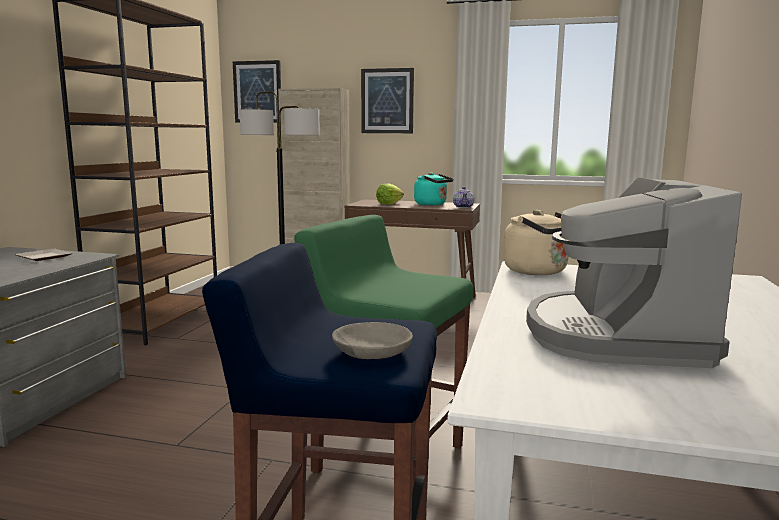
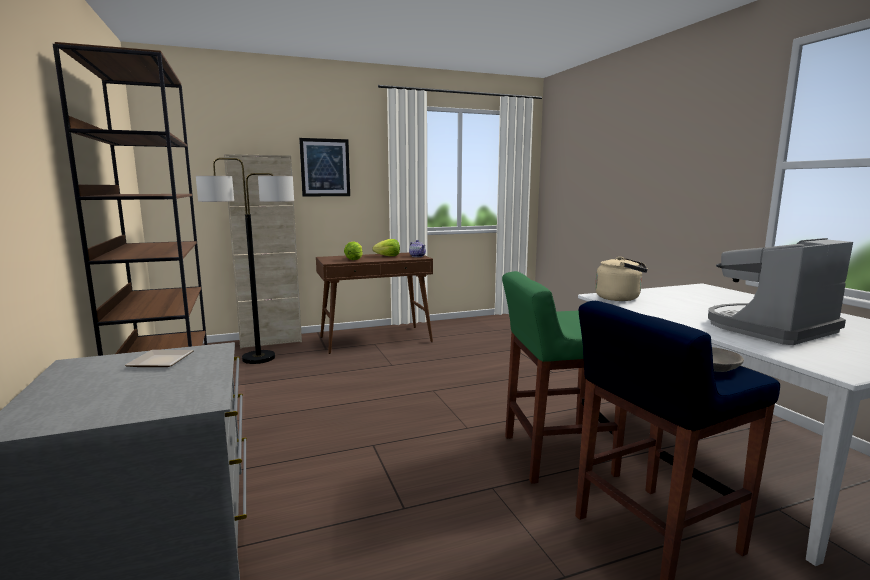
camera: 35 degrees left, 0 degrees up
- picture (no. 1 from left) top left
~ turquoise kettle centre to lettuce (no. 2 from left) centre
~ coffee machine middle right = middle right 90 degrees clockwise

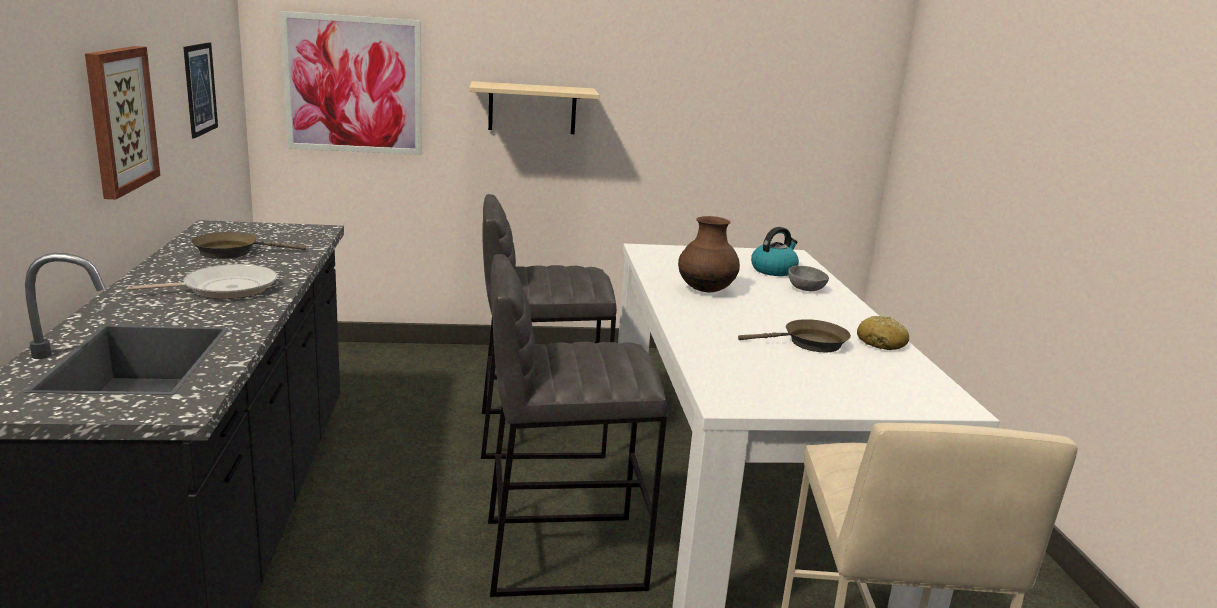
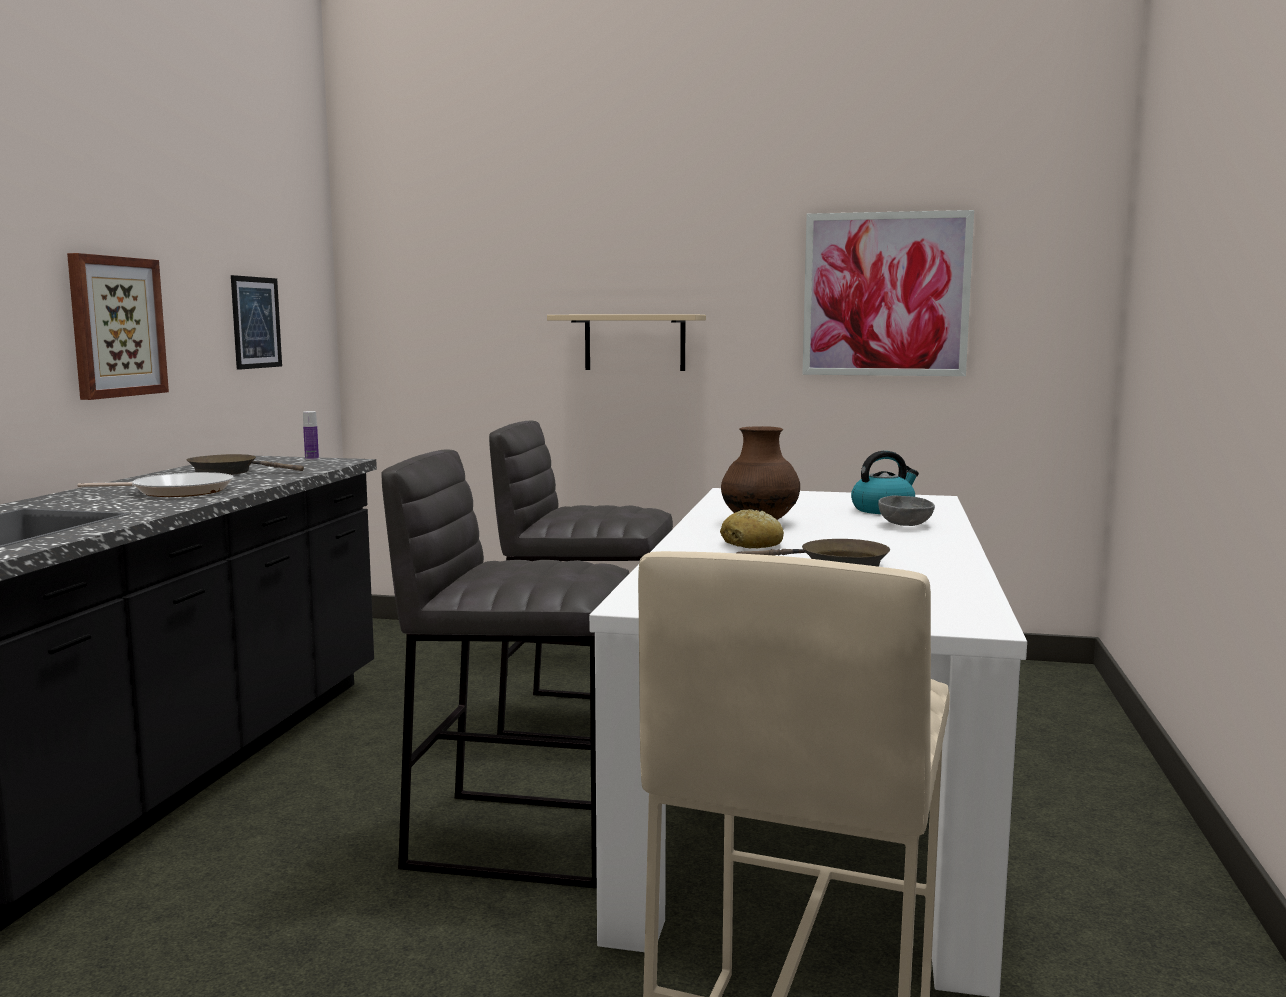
camera: 20 degrees right, 10 degrees down
~ picture (no. 3 from left) top left to top right
~ bread middle right to centre
+ bottle middle left

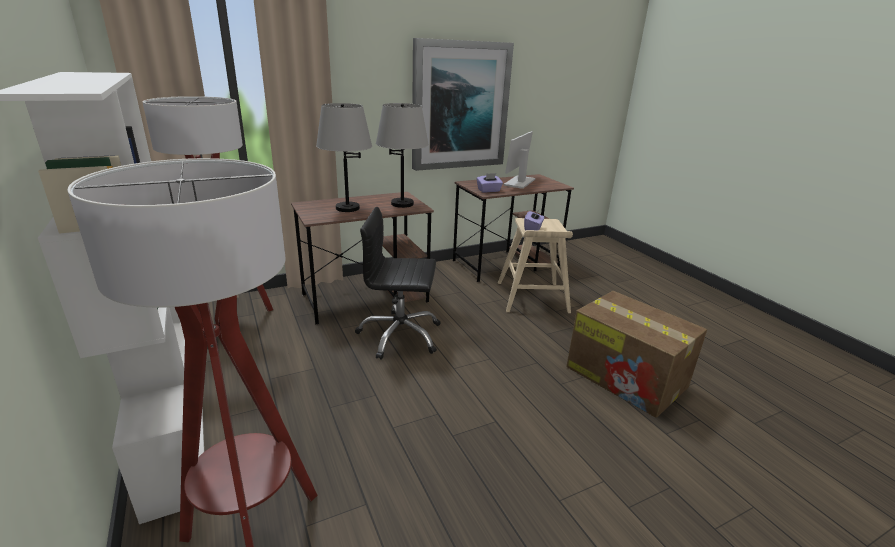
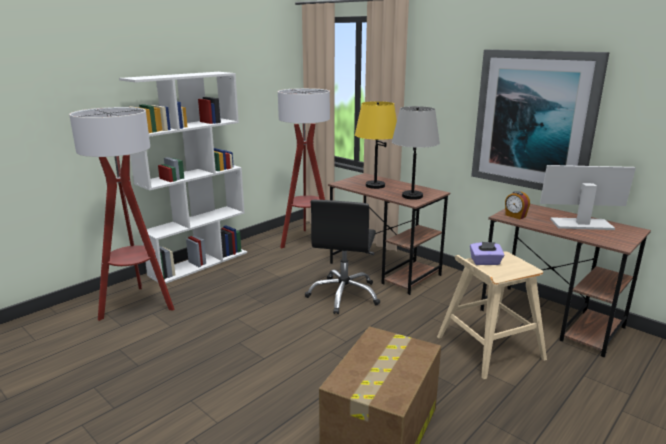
camera: 70 degrees right, 5 degrees down
~ grey table lamp (no. 1 from left) top centre to yellow table lamp top centre
~ purple tissue box (no. 1 from left) centre to alarm clock middle right
~ black office chair centre = centre 150 degrees counterclockwise

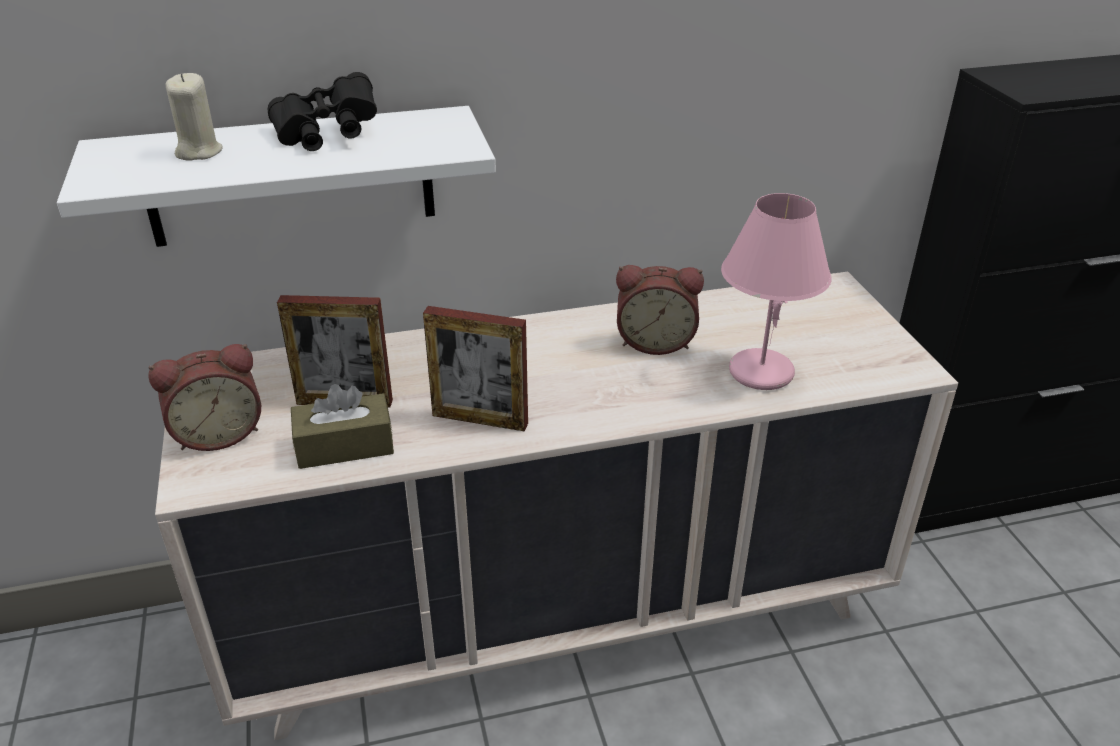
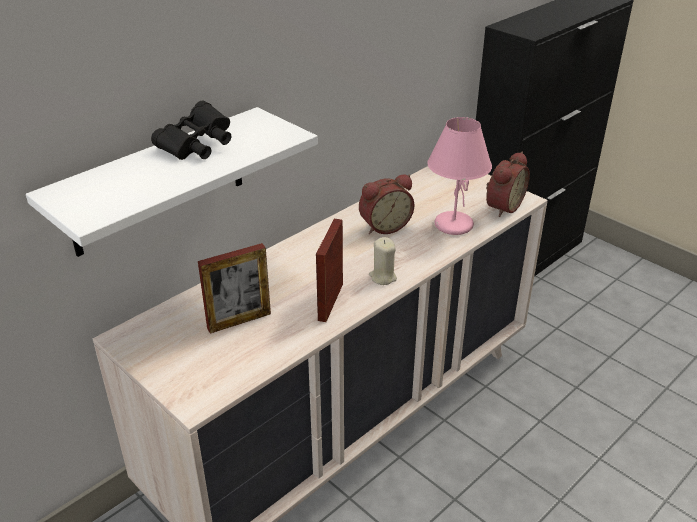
camera: 30 degrees left, 0 degrees up
~ beige candle top left to centre
~ picture frame (no. 2 from left) centre = centre 120 degrees clockwise
~ alarm clock (no. 1 from left in the first image) middle left to alarm clock (no. 2 from left) middle right
- brown tissue box middle left

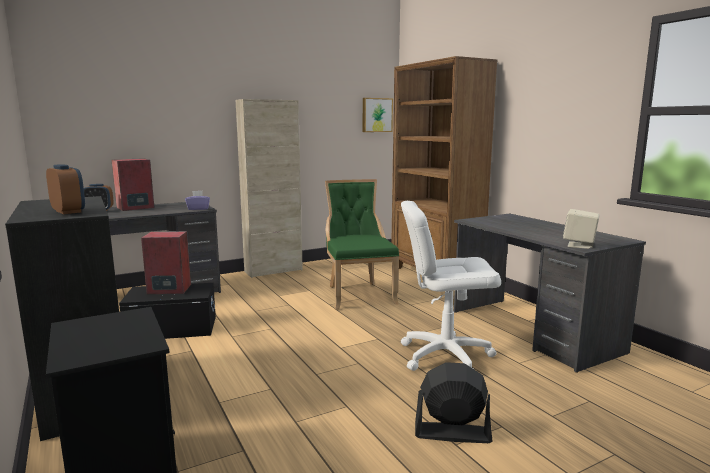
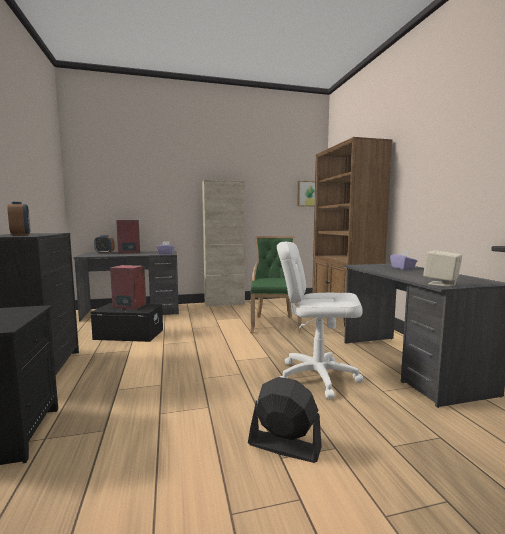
camera: 15 degrees right, 5 degrees down
+ purple tissue box (no. 2 from left) middle right

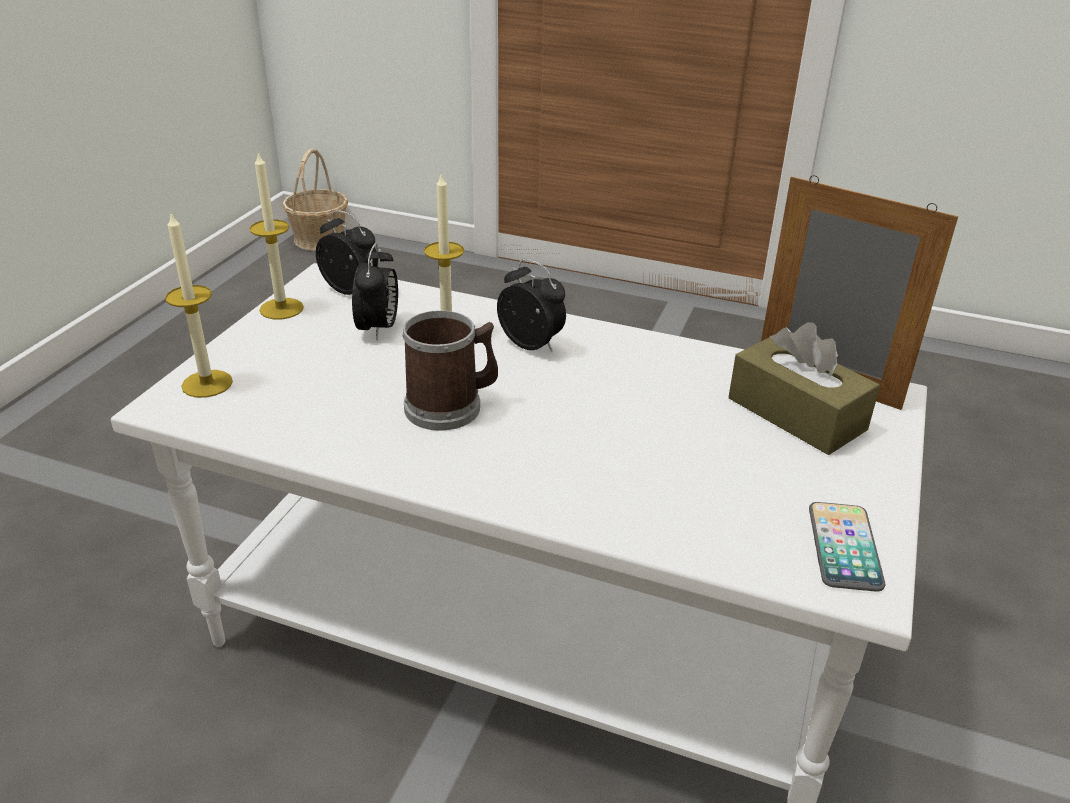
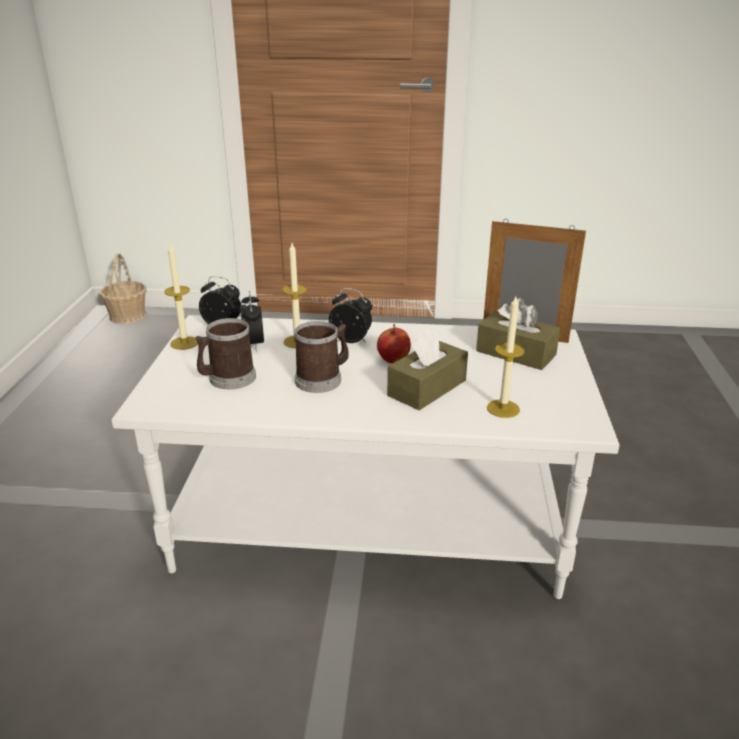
camera: 15 degrees left, 5 degrees down
~ candle (no. 1 from left in the first image) middle left to candle (no. 3 from left) middle right
- phone bottom right
+ mug (no. 1 from left) middle left
+ apple centre
+ brown tissue box (no. 1 from left) centre

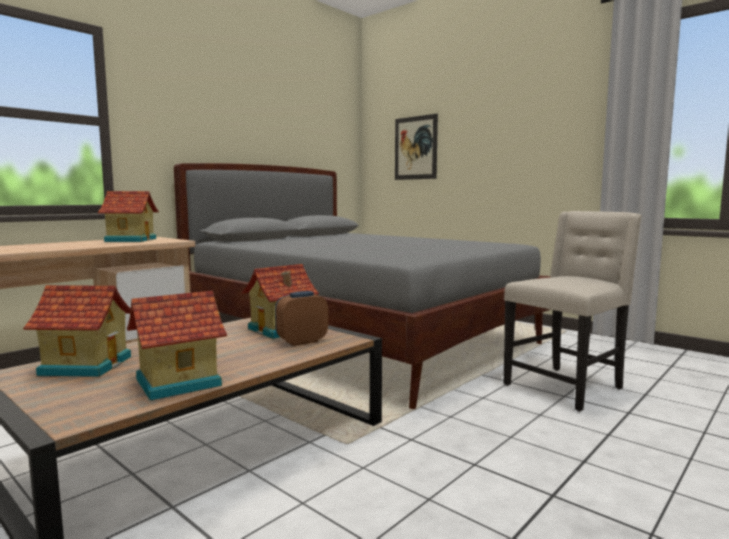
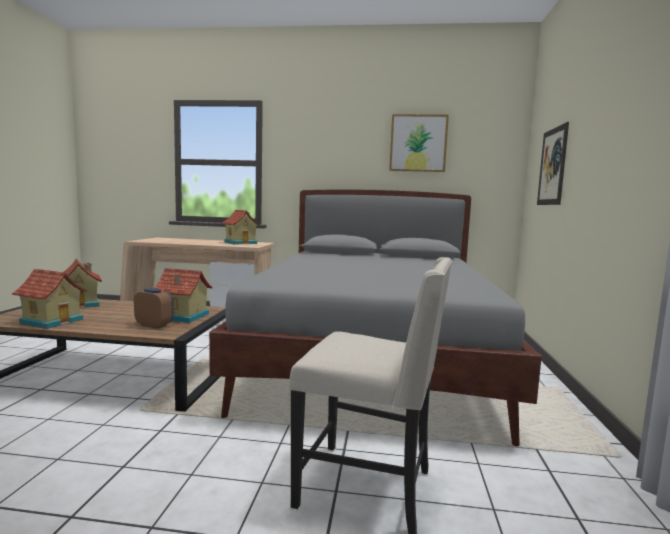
camera: 55 degrees right, 0 degrees up
+ picture (no. 1 from left) top centre

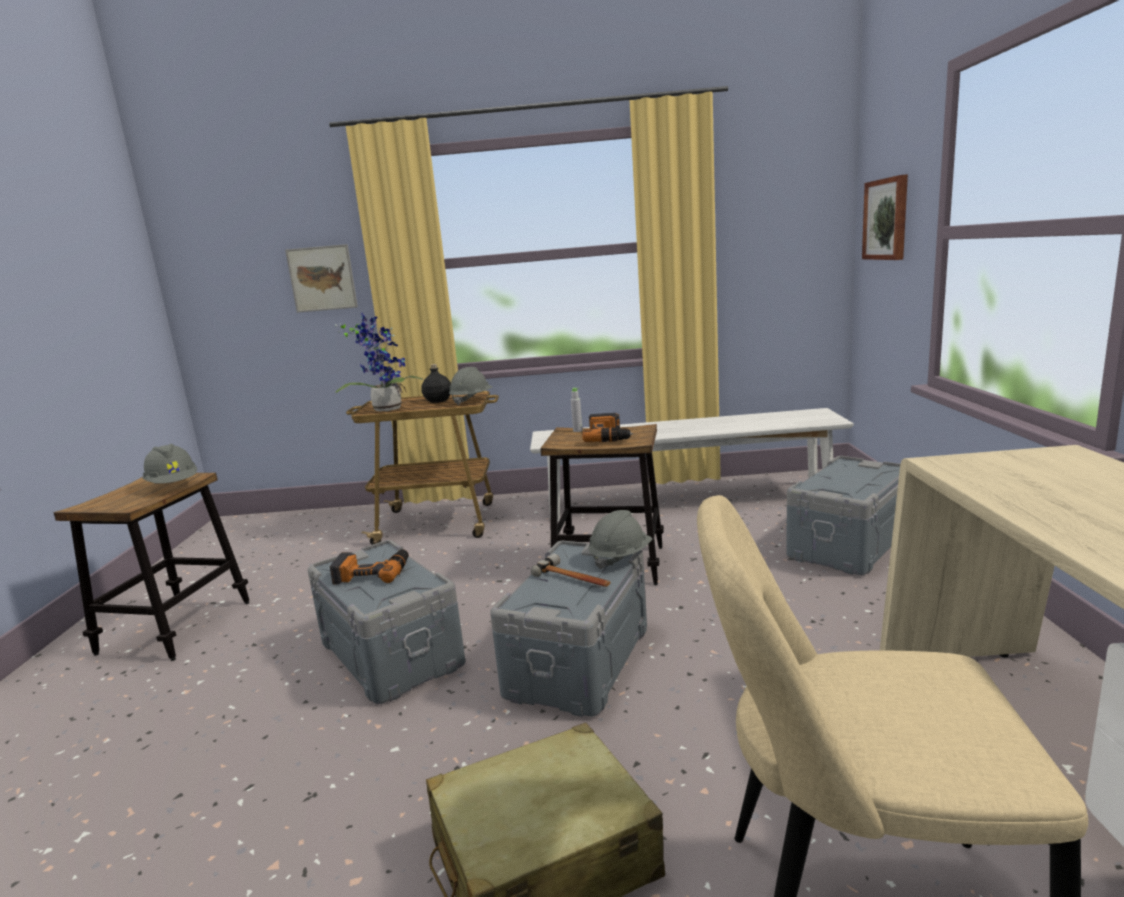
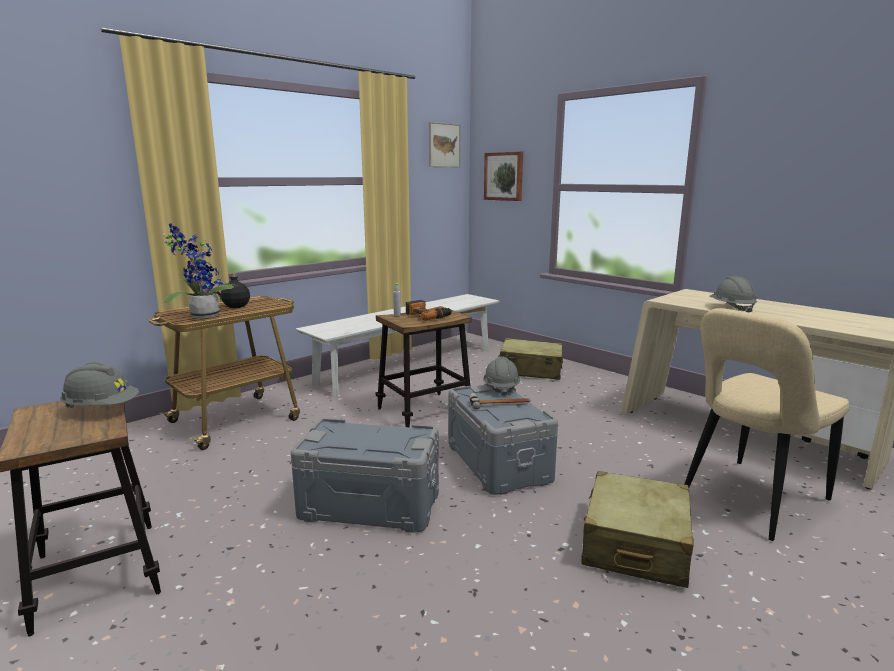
camera: 45 degrees left, 0 degrees up
~ picture (no. 1 from left) top left to top centre
~ grey hard hat (no. 2 from left in the first image) centre to grey hard hat (no. 3 from left) middle right
~ grey storage box (no. 3 from left) middle right to beige suitcase (no. 1 from left) centre
- power drill (no. 1 from left) middle left

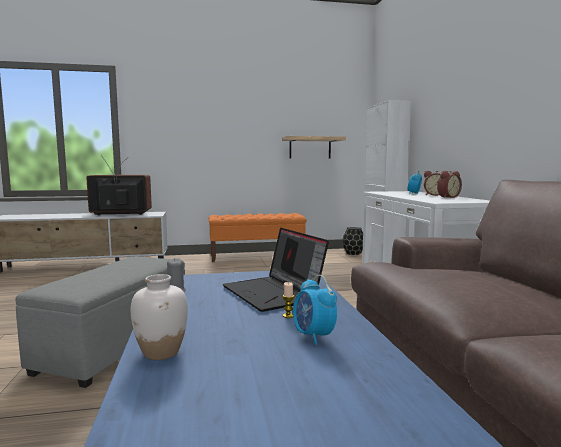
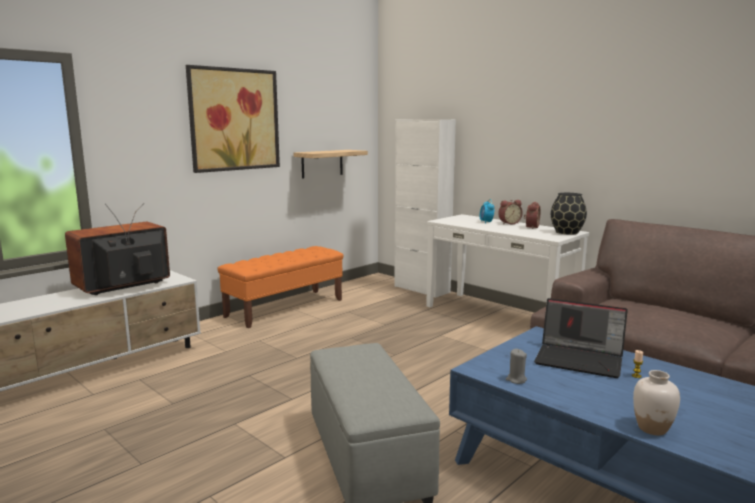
camera: 35 degrees left, 5 degrees up
~ black vase centre to middle right
- alarm clock (no. 1 from left) bottom centre
+ picture top left

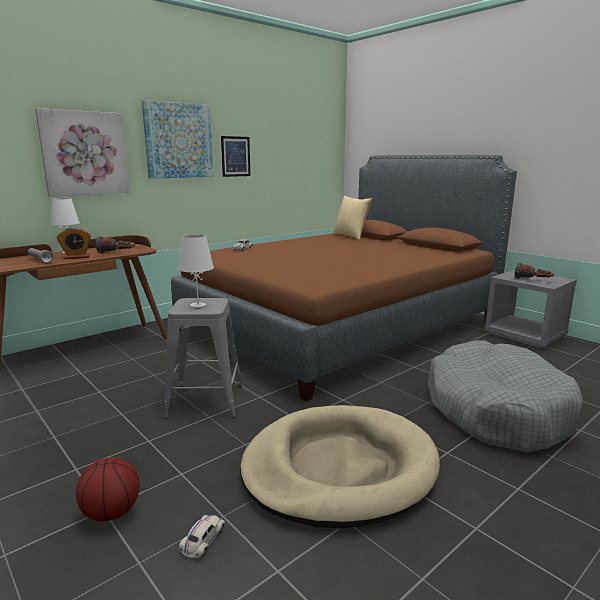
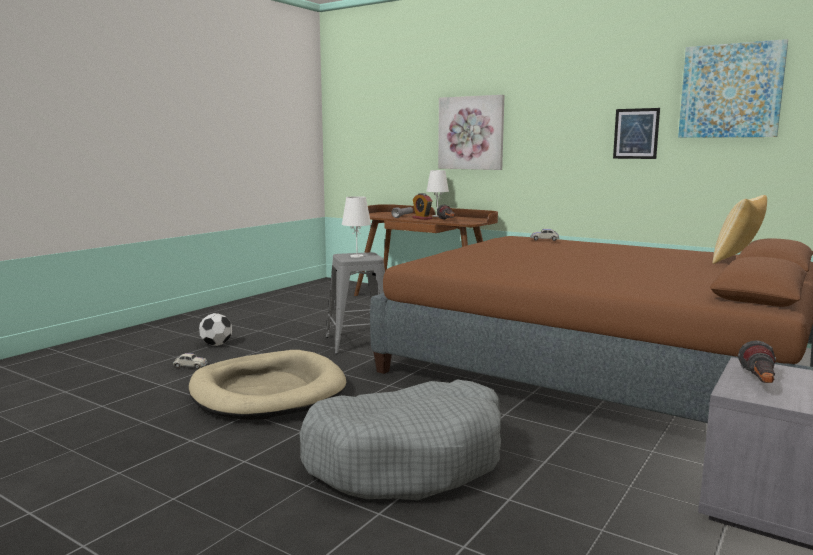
camera: 75 degrees right, 5 degrees down
~ picture (no. 2 from left in the first image) top left to picture (no. 3 from left) top right
~ basketball bottom left to football middle left

